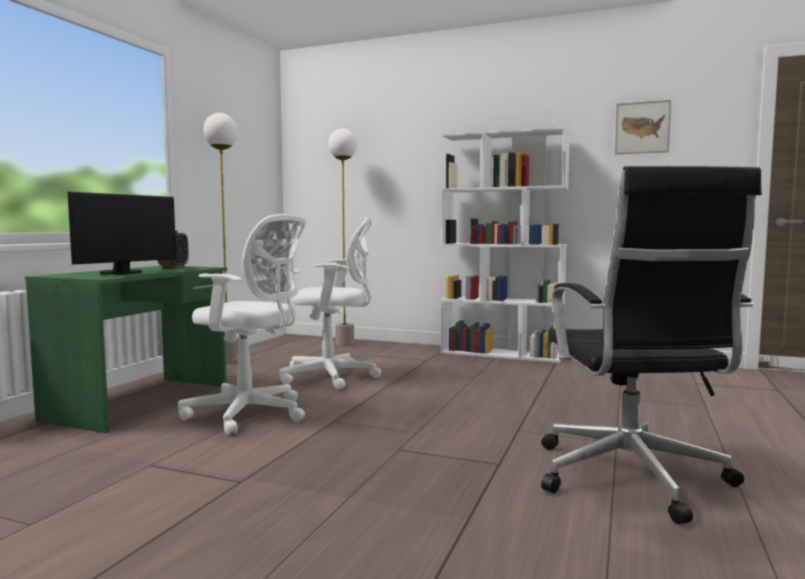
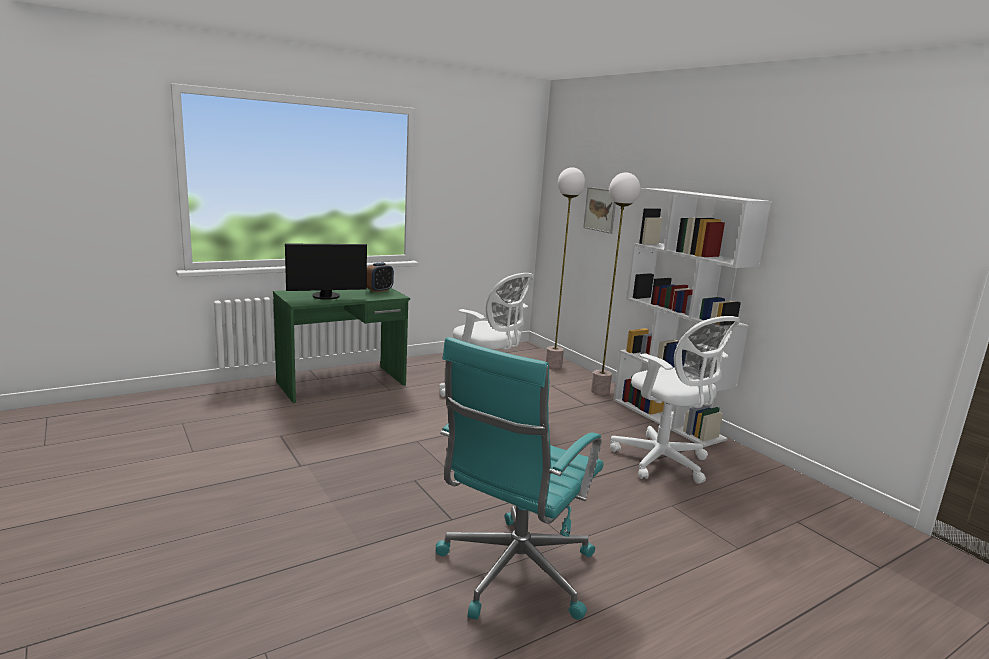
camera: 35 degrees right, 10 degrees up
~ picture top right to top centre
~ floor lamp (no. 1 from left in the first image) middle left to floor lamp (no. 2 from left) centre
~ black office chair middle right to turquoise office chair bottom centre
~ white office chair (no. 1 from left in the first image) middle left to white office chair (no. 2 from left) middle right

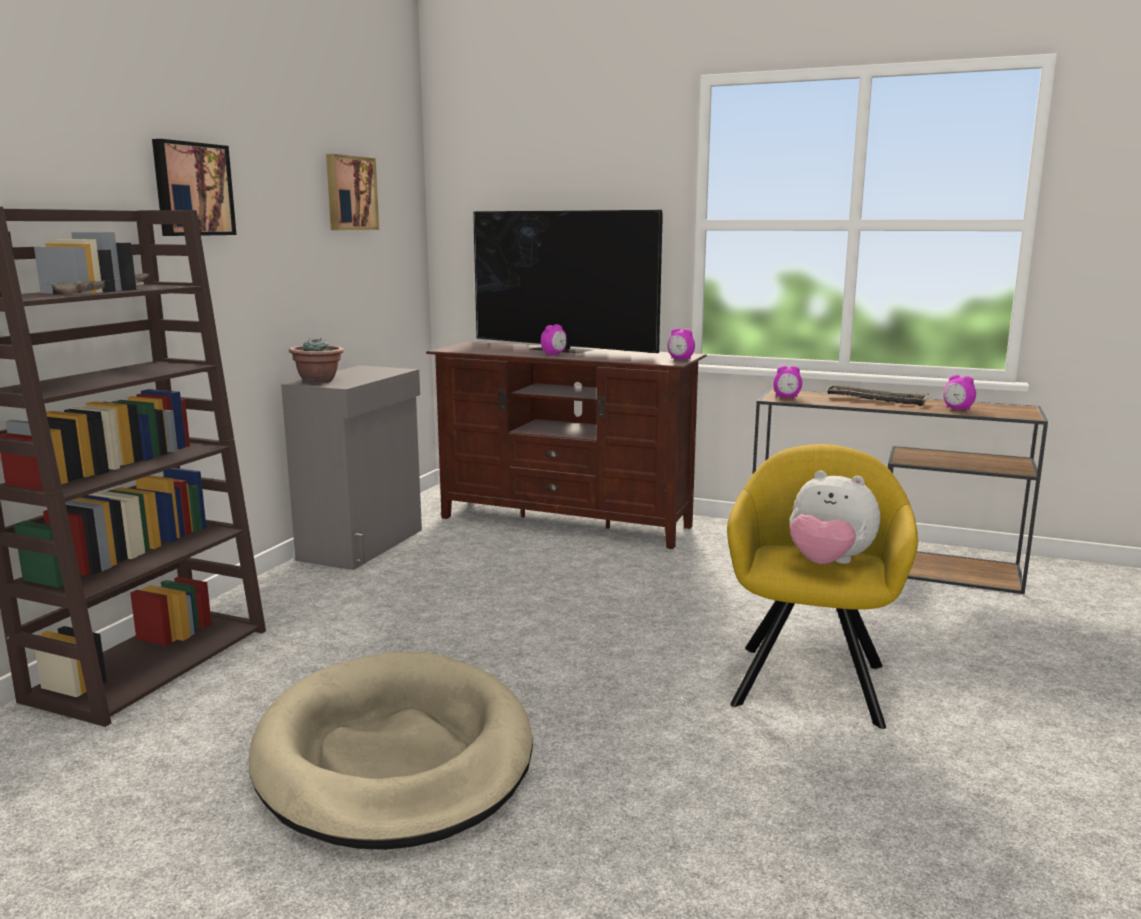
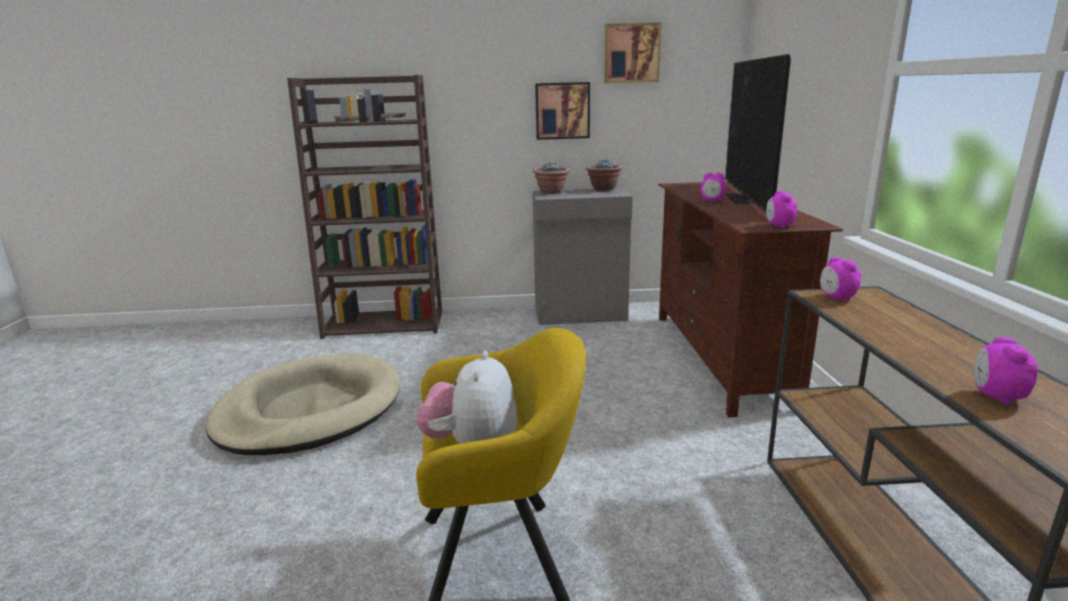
camera: 65 degrees right, 5 degrees up
~ picture (no. 1 from left) top left to top centre
- tray (no. 2 from left) middle right
+ potted plant (no. 2 from left) top centre

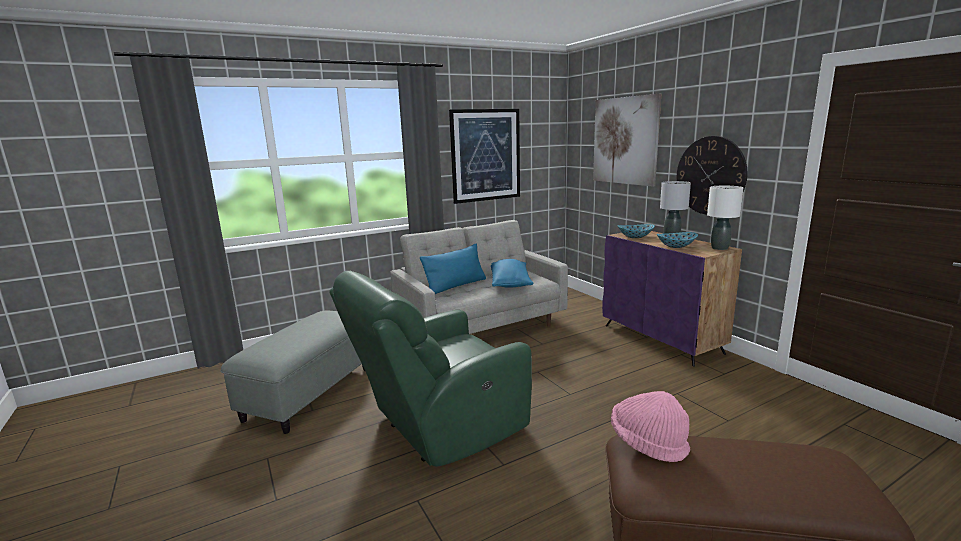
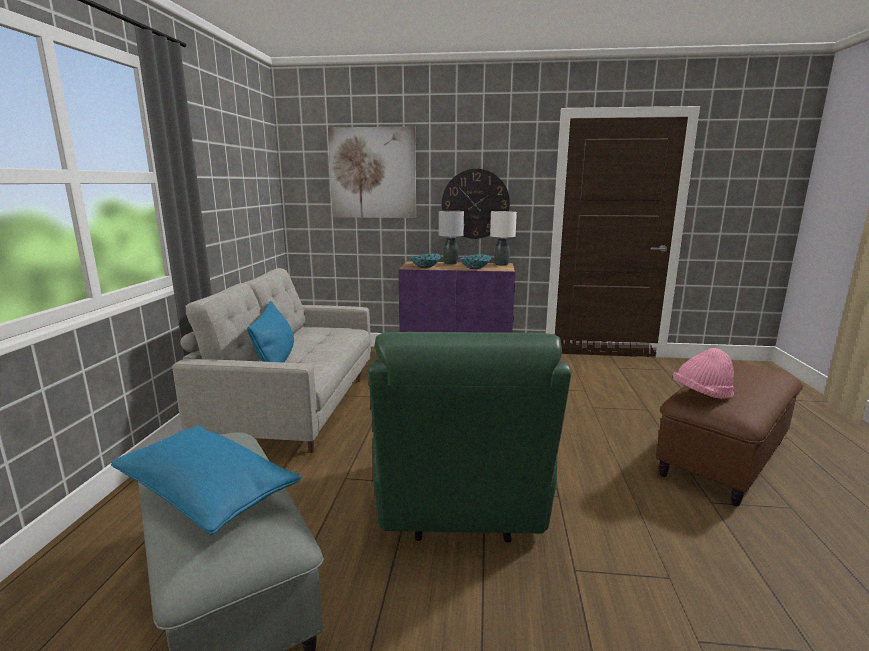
camera: 55 degrees left, 0 degrees up
- picture (no. 1 from left) top centre
~ blue pillow (no. 2 from left in the first image) centre to blue pillow (no. 1 from left) bottom left

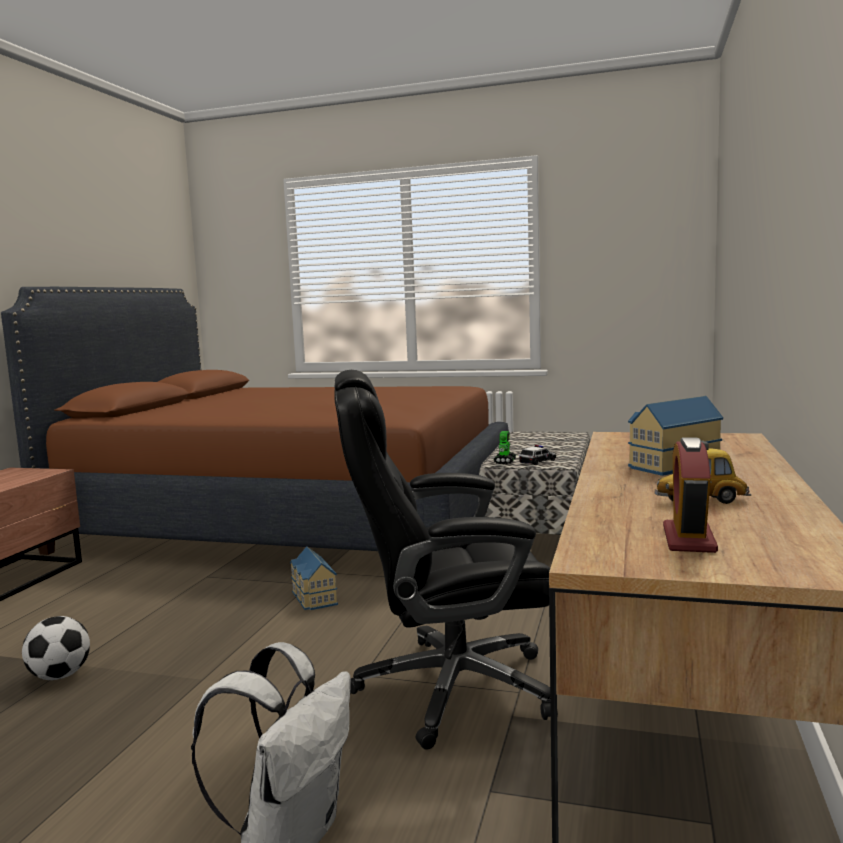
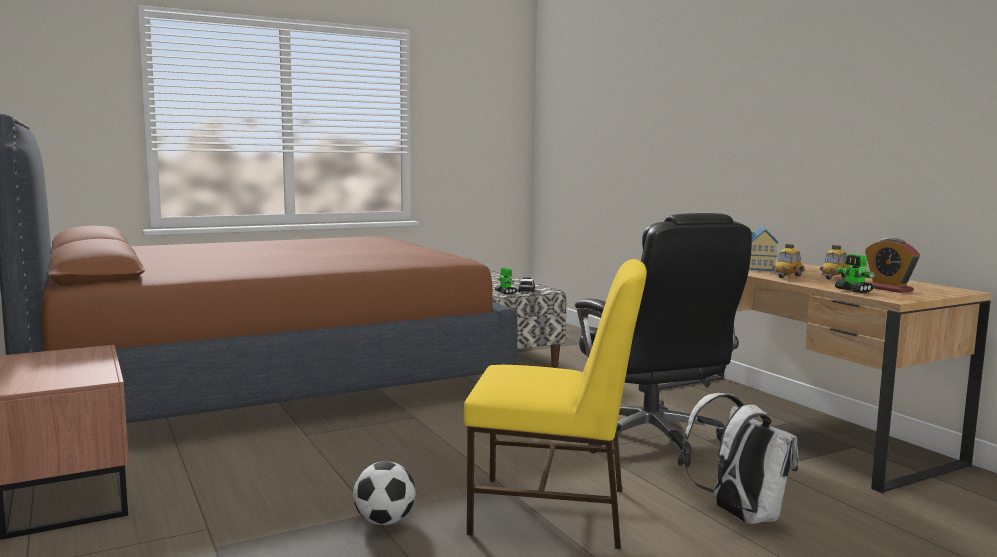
camera: 45 degrees left, 0 degrees up
~ black office chair centre = centre 60 degrees counterclockwise
- toy house (no. 1 from left) bottom centre
+ toy car (no. 2 from left) middle right
+ toy robot (no. 2 from left) middle right
+ yellow chair bottom centre

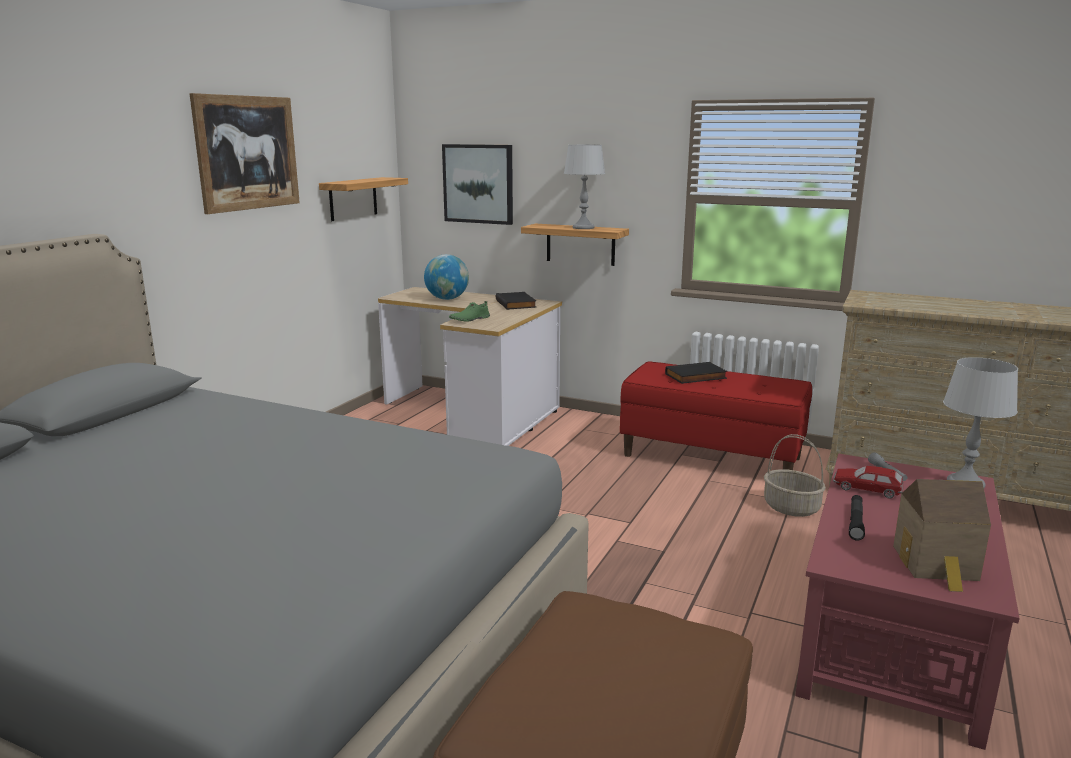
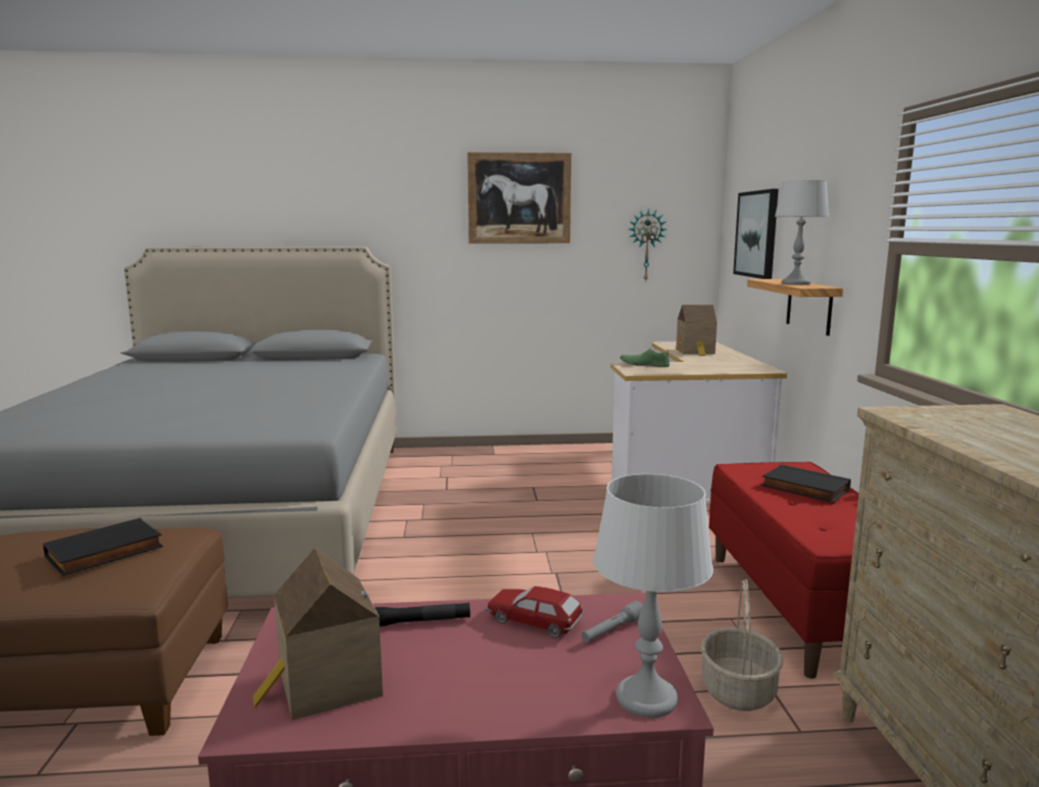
camera: 60 degrees right, 5 degrees down
~ shelf (no. 1 from left) top centre to wall clock top centre
~ globe centre to toy house (no. 2 from left) middle right
~ black book (no. 1 from left) centre to bottom left
~ toy car middle right = bottom centre 60 degrees counterclockwise

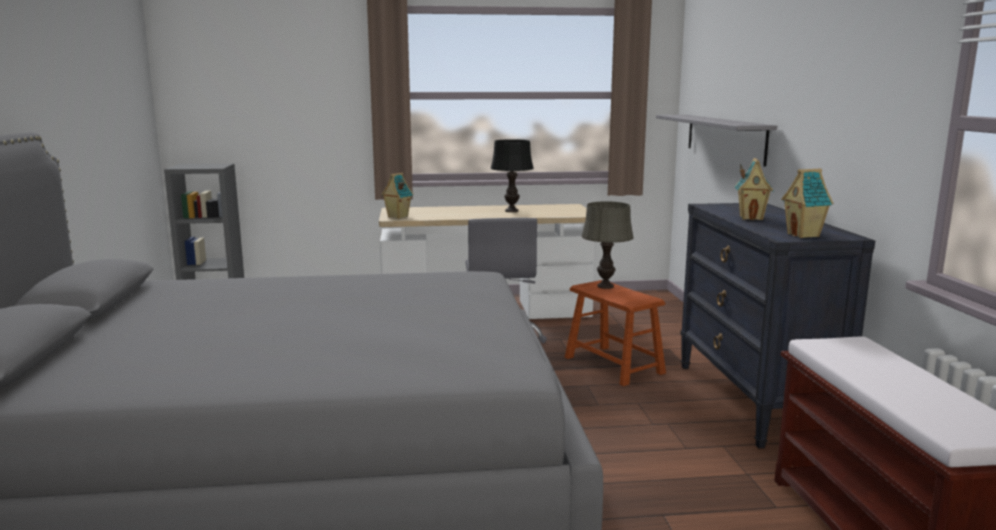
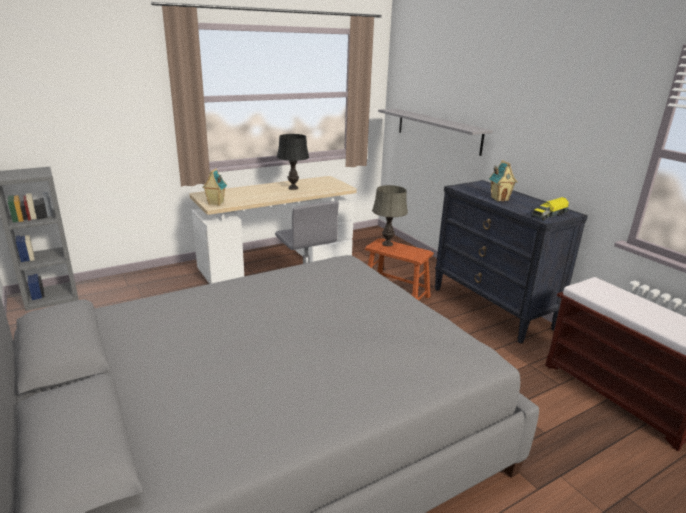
camera: 25 degrees left, 10 degrees up
~ toy house (no. 3 from left) middle right to toy truck middle right

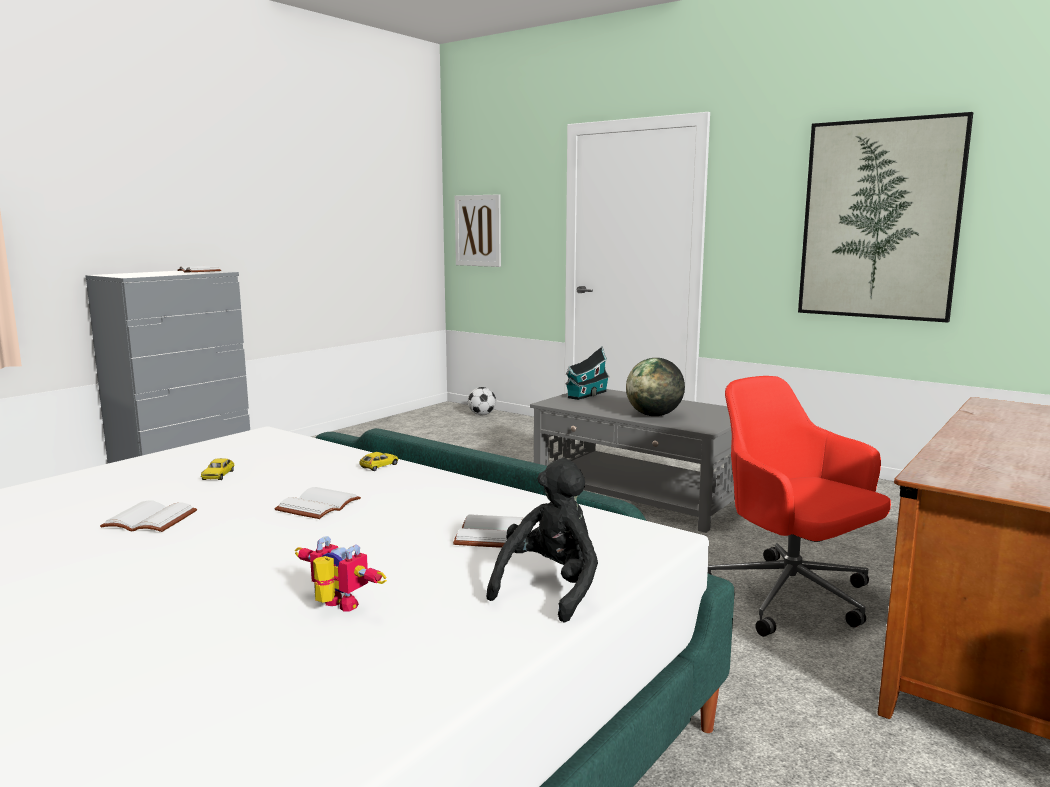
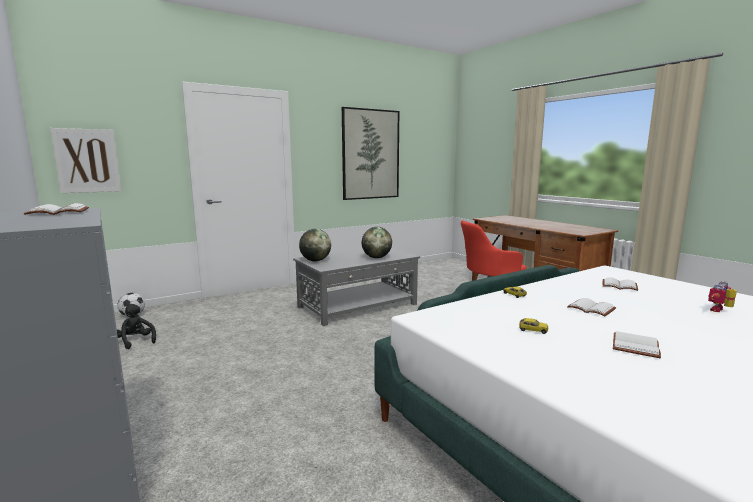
camera: 70 degrees left, 0 degrees up
~ toy house centre to globe (no. 1 from left) centre
~ black plush toy bottom centre to middle left

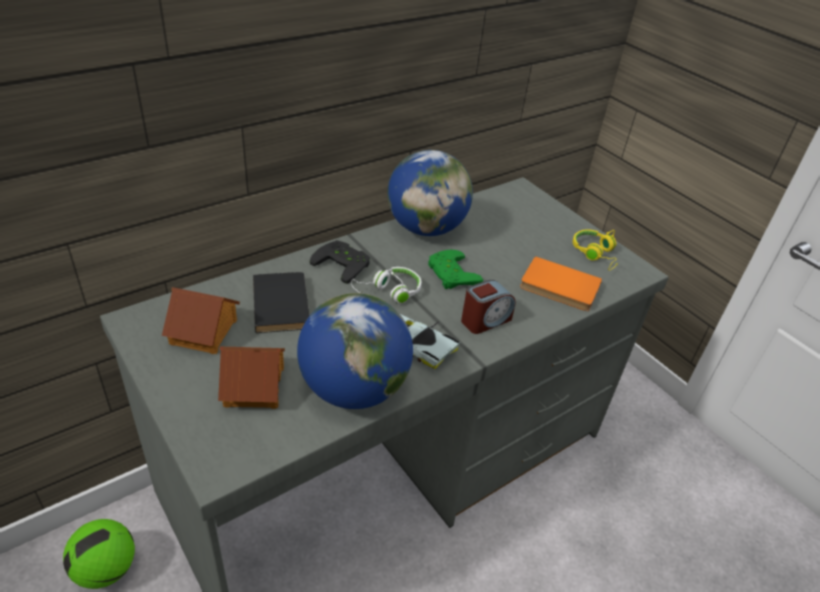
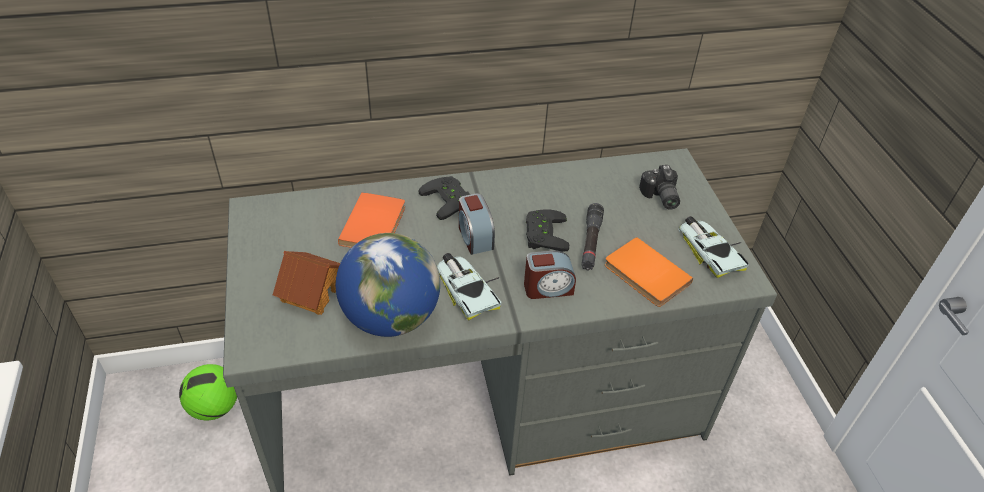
camera: 25 degrees right, 5 degrees up
- globe (no. 2 from left) top centre
~ yellow headphones middle right to toy car (no. 2 from left) middle right
~ green game controller centre to black game controller (no. 2 from left) centre
~ white headphones centre to alarm clock (no. 1 from left) centre
~ black book centre to orange book (no. 1 from left) centre
- toy house (no. 1 from left) middle left
+ photo camera middle right
+ black flashlight centre

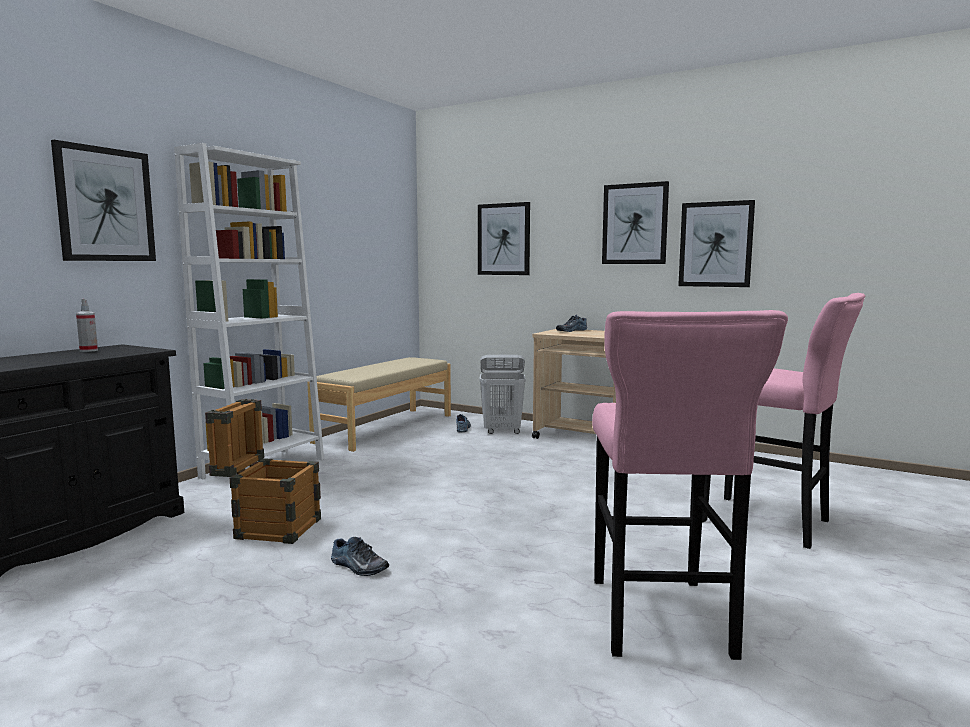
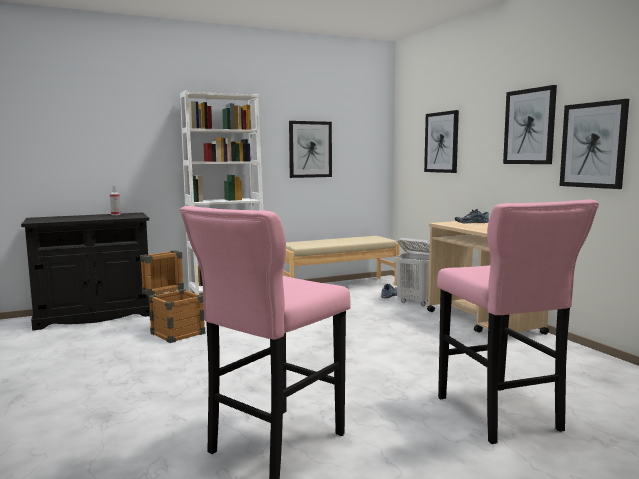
camera: 35 degrees right, 0 degrees up
~ picture (no. 1 from left) top left to top centre
- shoe (no. 1 from left) bottom centre

